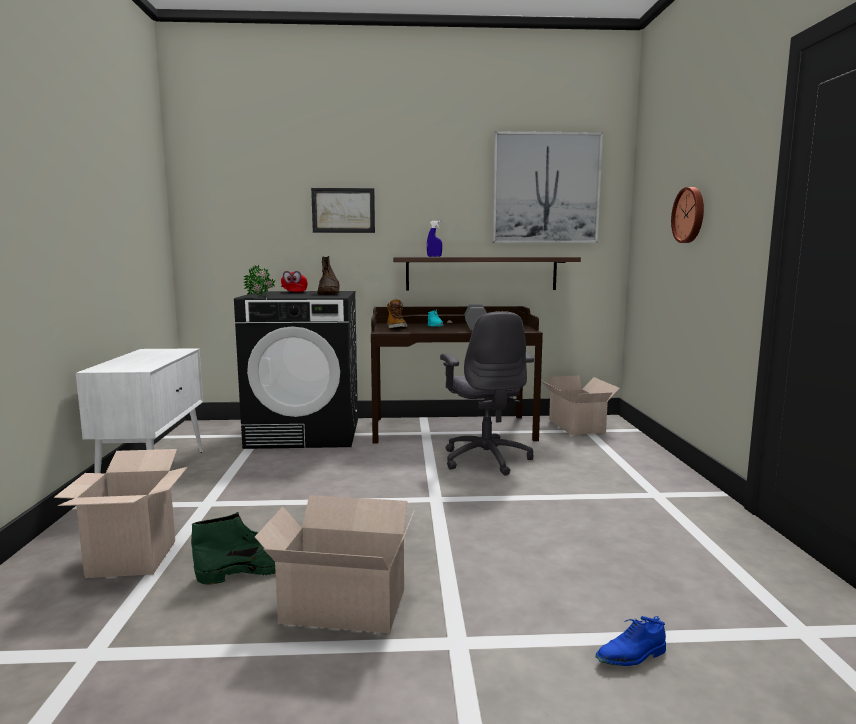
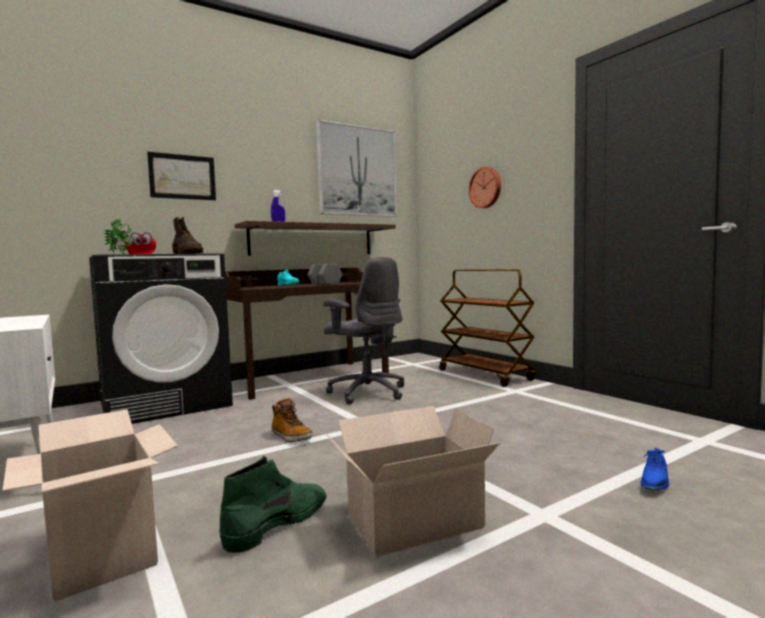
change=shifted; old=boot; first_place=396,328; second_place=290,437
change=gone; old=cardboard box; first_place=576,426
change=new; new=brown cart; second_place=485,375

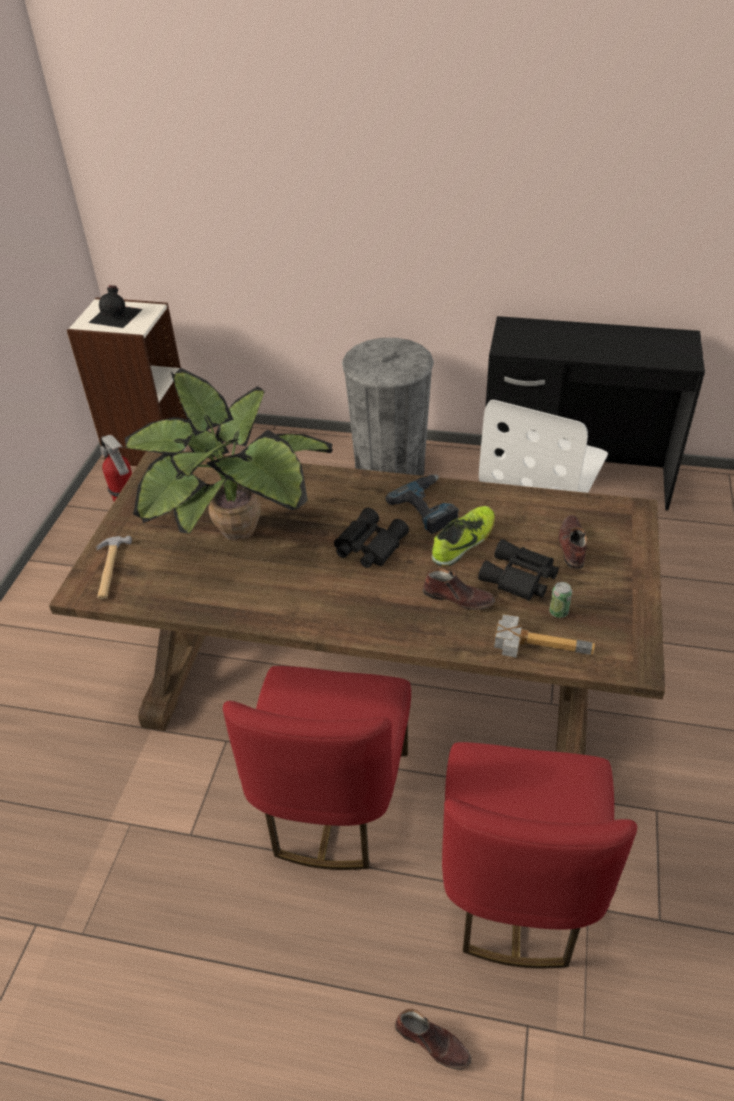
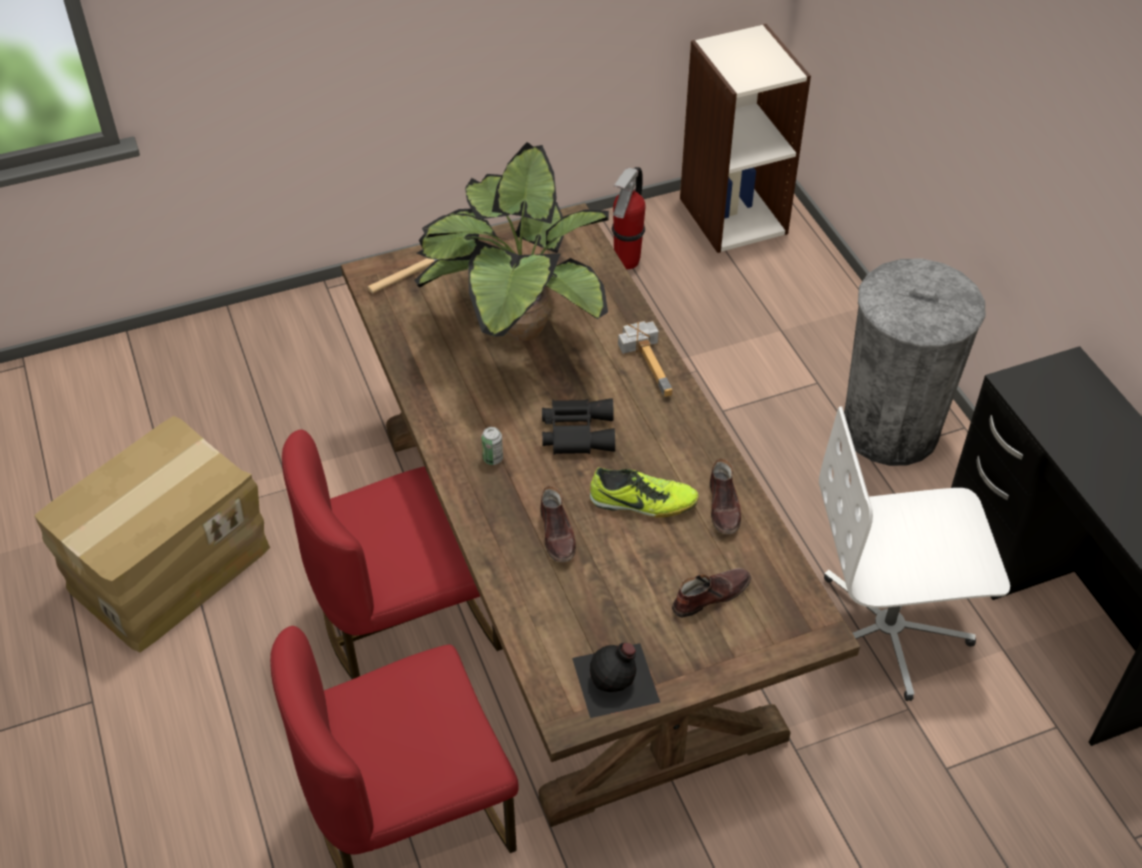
change=shifted; old=black bottle; first_place=116,315; second_place=617,680
change=gone; old=power drill; first_place=428,507
change=gone; old=black binoculars; first_place=519,578
change=shifted; old=can; first_place=558,612; second_place=493,458
change=shifted; old=hammer; first_place=540,642; second_place=653,362
change=shifted; old=brown shoe; first_place=433,1042; second_place=724,506
change=new; new=cardboard box; second_place=167,566

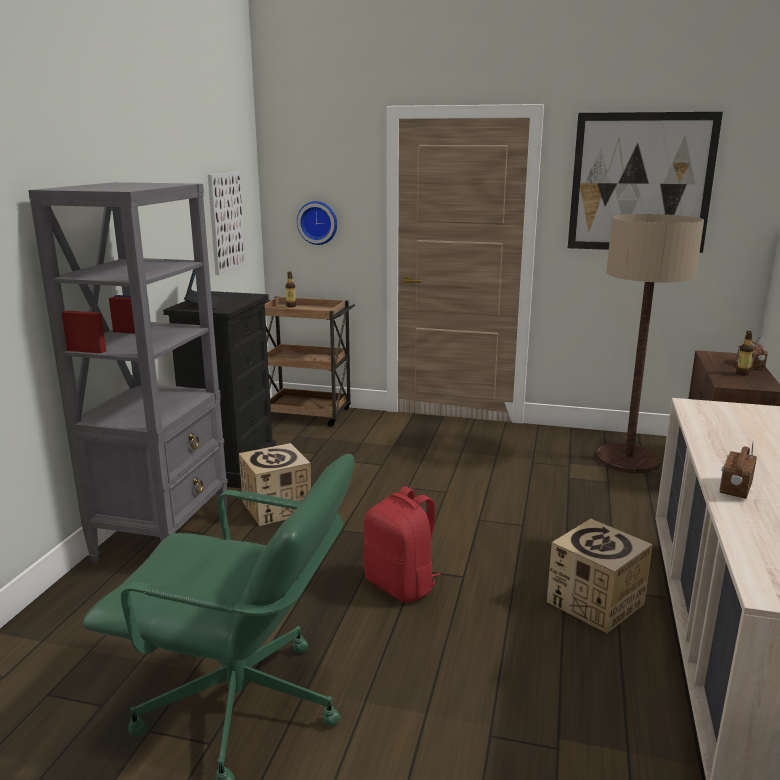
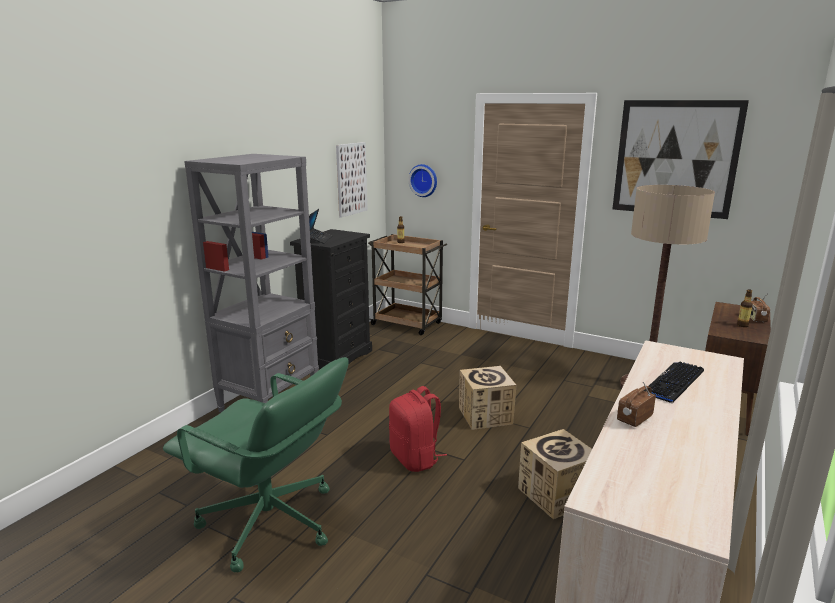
change=shifted; old=cardboard box; first_place=277,507; second_place=485,416
change=new; new=keyboard; second_place=673,382

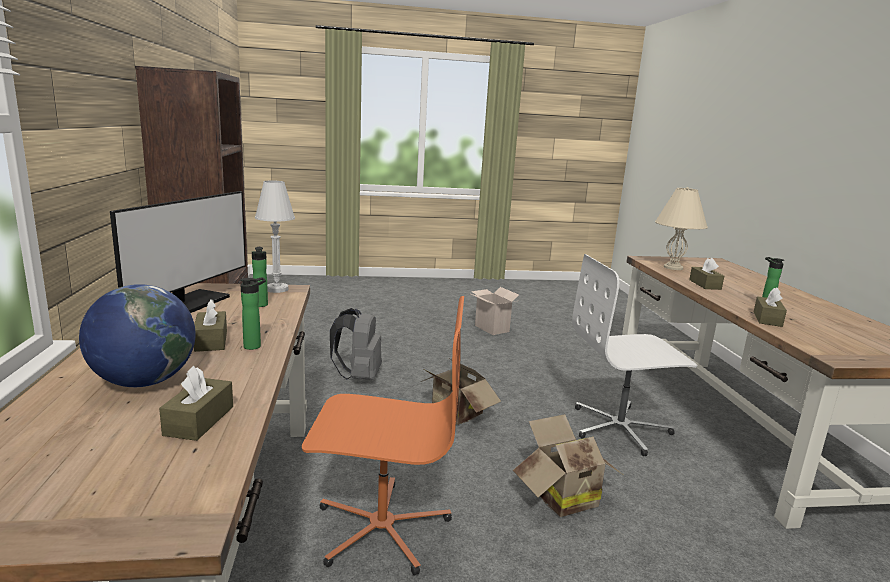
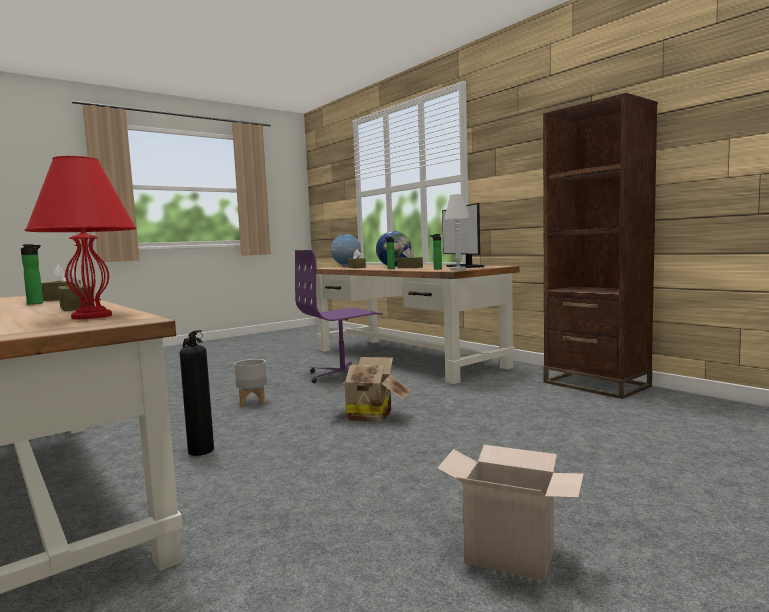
change=repainted; old=beige table lamp; new=red table lamp; first_place=672,267; second_place=92,316
change=swapped; old=white office chair; new=fire extinguisher; first_place=620,428; second_place=200,450
change=repainted; old=orange office chair; new=purple office chair; first_place=381,527; second_place=343,375
change=gone; old=grey backpack; first_place=359,376
change=swapped; old=cardboard box; new=grey planter; first_place=560,496; second_place=252,402
change=new; new=globe; second_place=346,266

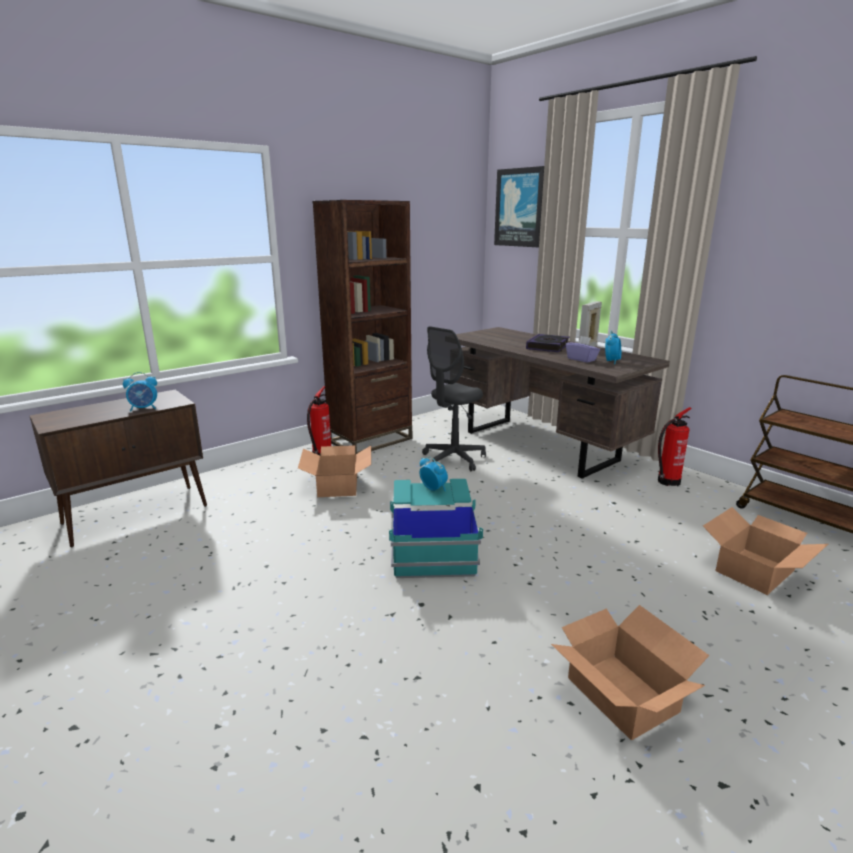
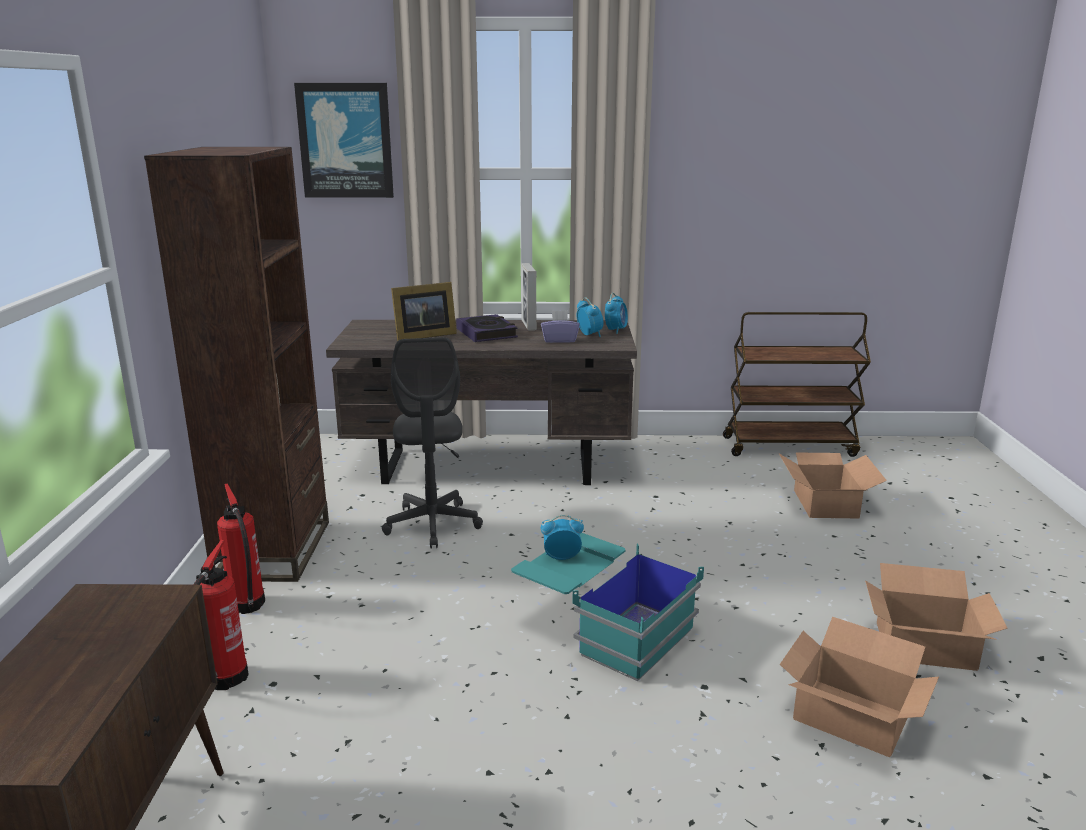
change=shifted; old=alarm clock; first_place=144,409; second_place=616,330
change=shifted; old=fire extinguisher; first_place=666,482; second_place=224,680
change=shifted; old=cardboard box; first_place=338,485; second_place=850,715
change=new; new=picture frame; second_place=422,336

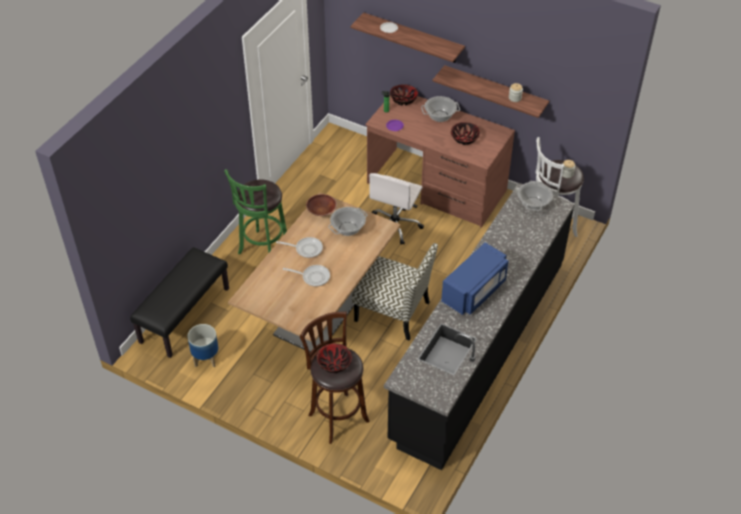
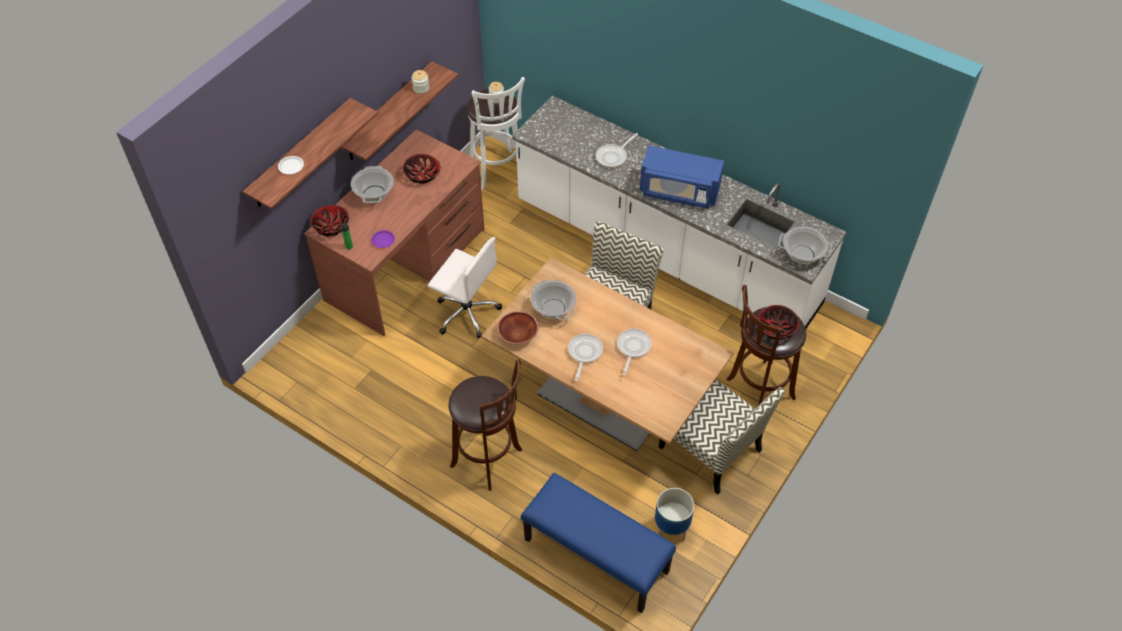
change=repainted; old=green stool; new=brown stool; first_place=263,251; second_place=489,460
change=shifted; old=cooking pot; first_place=533,204; second_place=802,254
change=repainted; old=black counter; new=white counter; first_place=478,348; second_place=665,254
change=rotated; old=blue microwave; first_place=474,291; second_place=679,192; degrees=150
change=repainted; old=black bench; new=blue bench; first_place=184,315; second_place=595,556
change=new; new=frying pan; second_place=613,156
change=new; new=chair; second_place=712,449

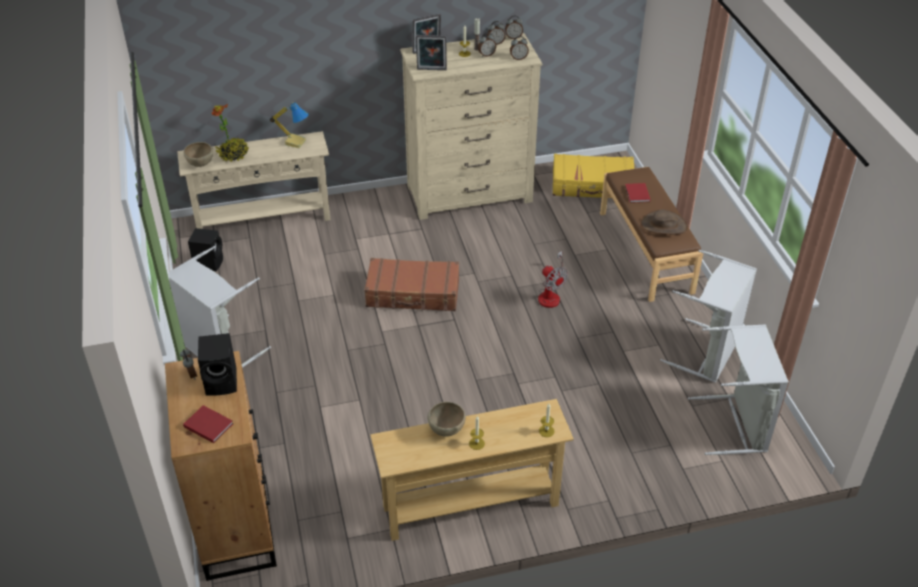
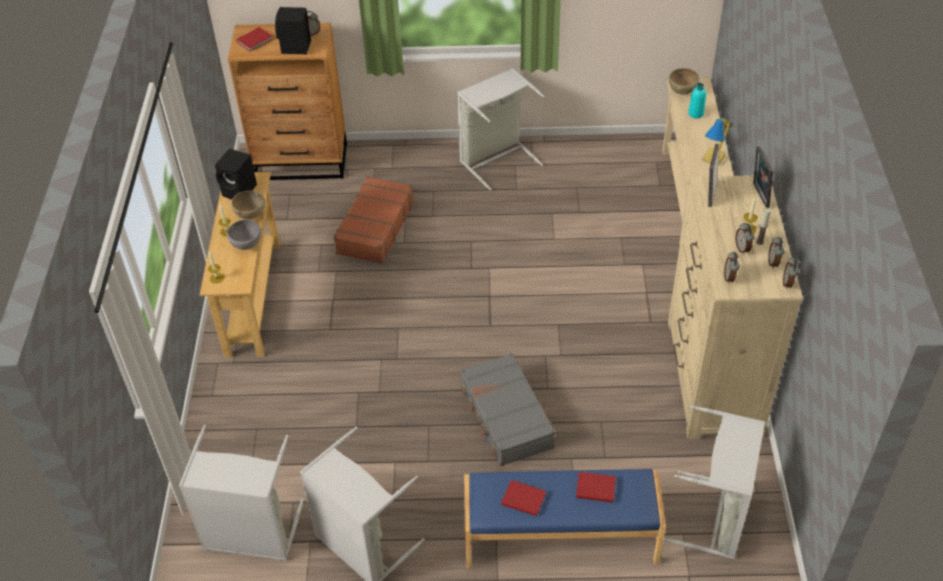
change=swapped; old=potted plant; new=turquoise bottle; first_place=233,155; second_place=696,113
change=swapped; old=yellow suitcase; new=grey laundry basket; first_place=592,185; second_place=716,517
change=repainted; old=brown bench; new=blue bench; first_place=646,251; second_place=560,539
change=swapped; old=brown hat; new=red book; first_place=664,225; second_place=522,498
change=shifted; old=black speaker; first_place=209,262; second_place=240,191
change=swapped; old=fan; new=grey suitcase; first_place=551,294; second_place=505,417
change=shifted; old=brown suitcase; first_place=413,293; second_place=374,228
change=new; new=grey bowl; second_place=247,245

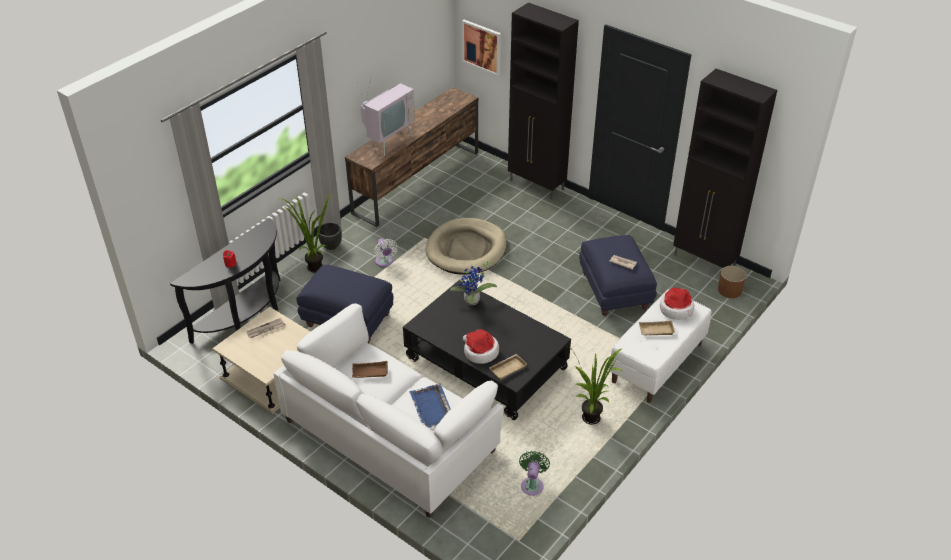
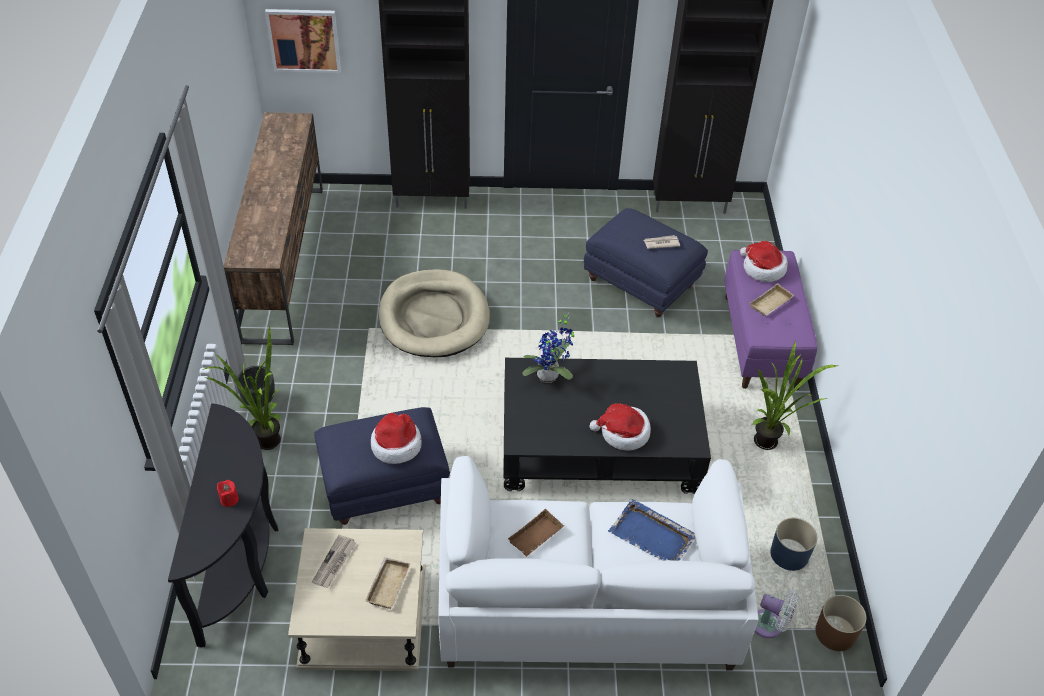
change=gone; old=television; first_place=389,141
change=shifted; old=white fan; first_place=385,262; second_place=770,625
change=shifted; old=brown planter; first_place=729,290; second_place=835,633
change=repainted; old=white bench; new=purple bench; first_place=657,363; second_place=761,341
change=shifted; old=beige tray; first_place=507,368; second_place=387,584
change=swapped; old=green fan; new=blue planter; first_place=532,484; second_place=789,555
change=new; new=hat; second_place=396,444

